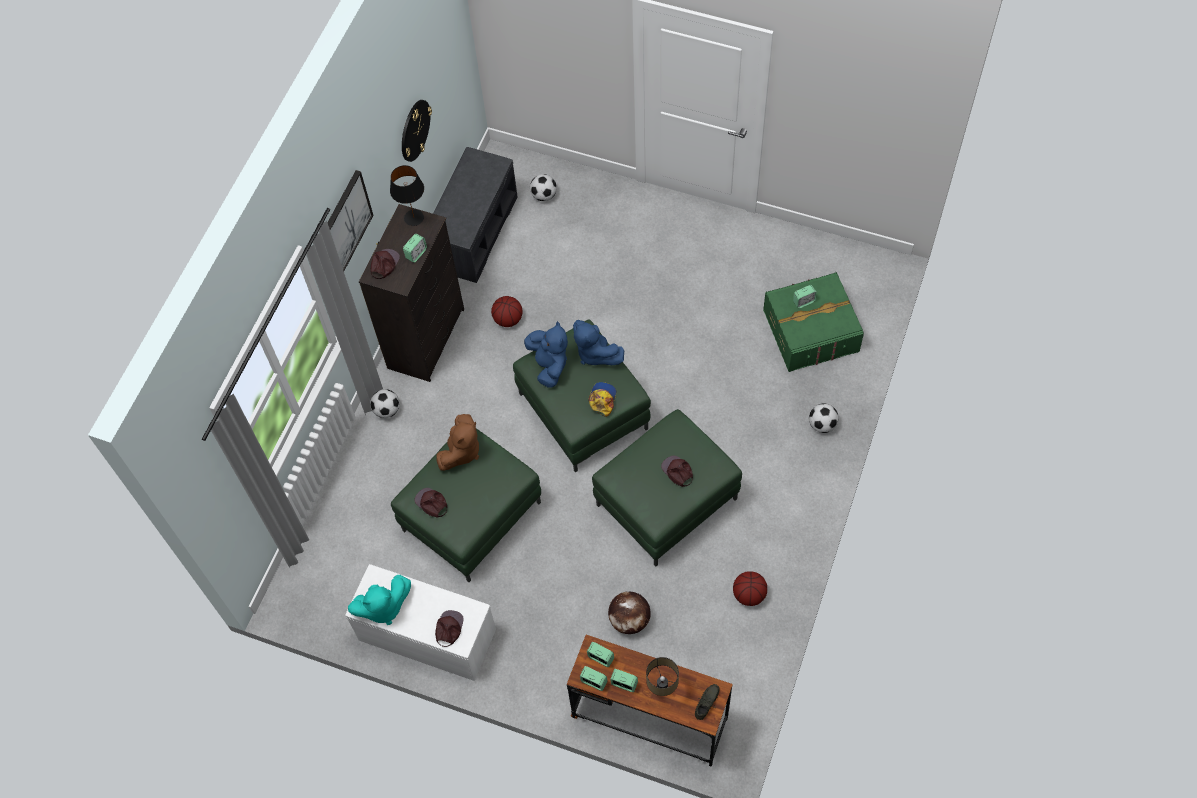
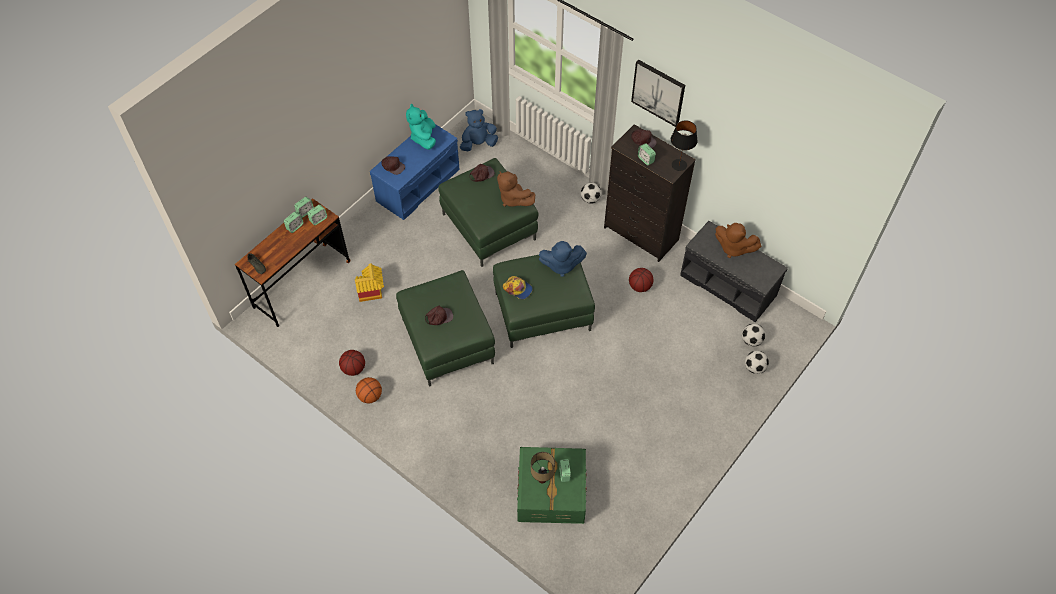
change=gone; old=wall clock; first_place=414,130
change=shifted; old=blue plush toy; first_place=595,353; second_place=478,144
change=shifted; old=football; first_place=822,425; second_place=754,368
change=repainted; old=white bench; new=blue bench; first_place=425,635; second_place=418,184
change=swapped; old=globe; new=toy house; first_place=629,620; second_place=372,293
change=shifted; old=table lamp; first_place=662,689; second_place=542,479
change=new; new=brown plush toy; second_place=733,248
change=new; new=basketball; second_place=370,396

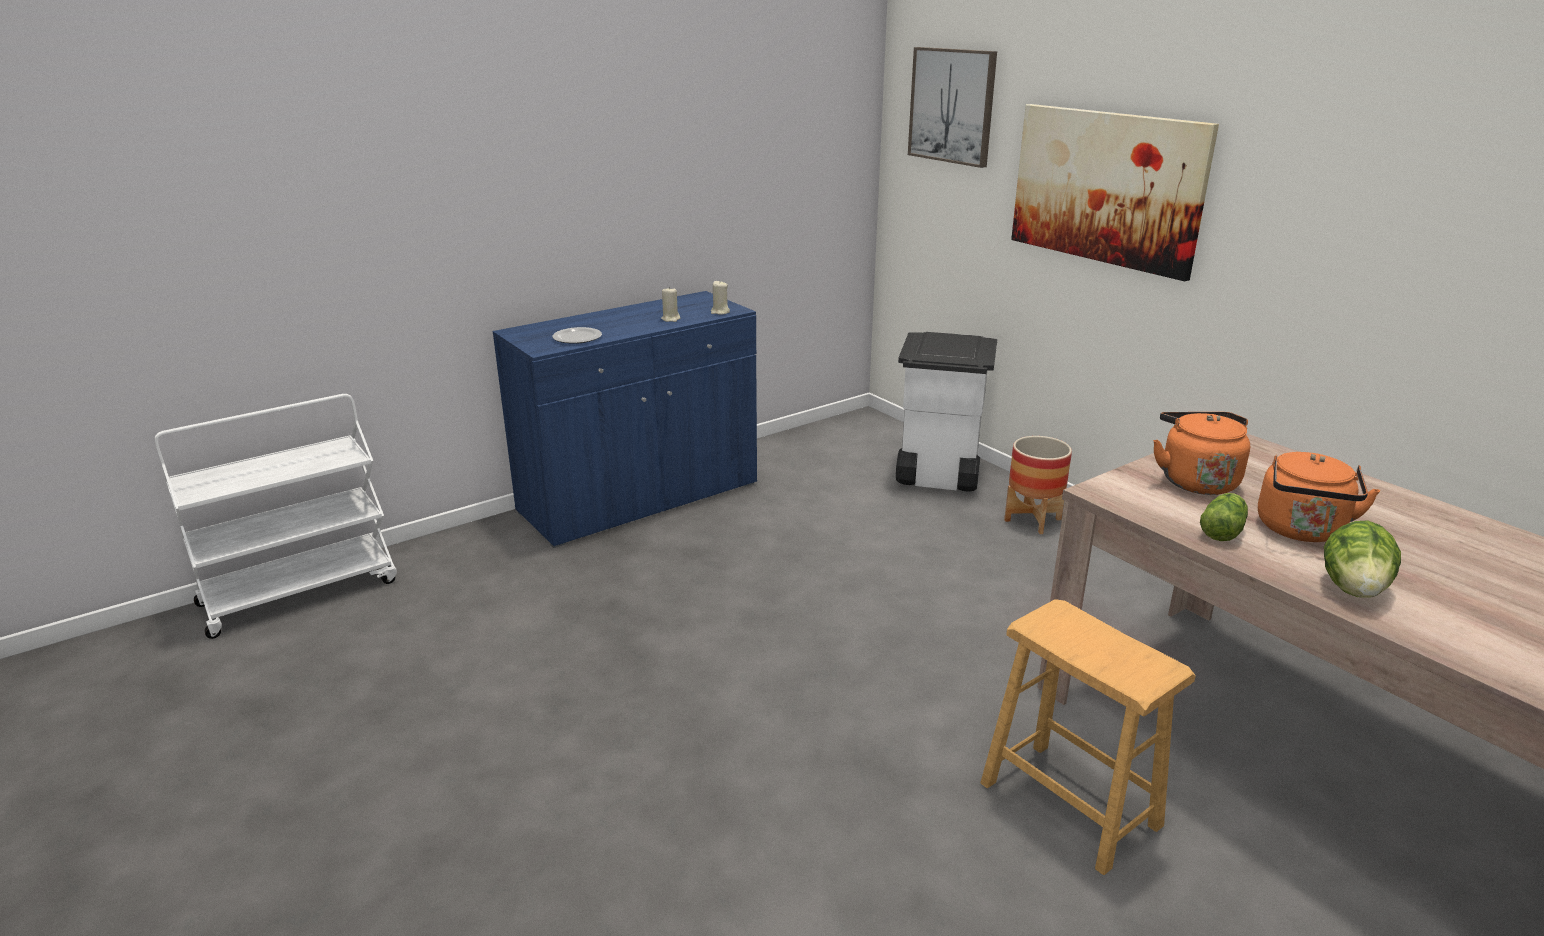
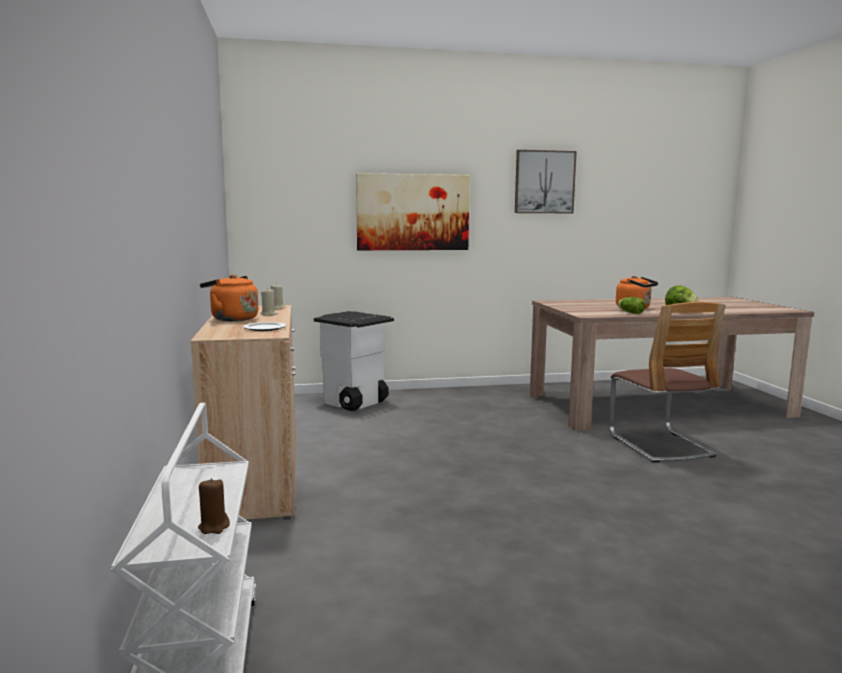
change=shifted; old=picture; first_place=952,106; second_place=544,182
change=repainted; old=blue cabinet; new=beige cabinet; first_place=640,498; second_place=257,477
change=shifted; old=orange kettle; first_place=1195,480; second_place=231,319
change=gone; old=planter; first_place=1032,520
change=swapped; old=brown stool; new=chair; first_place=1069,804; second_place=660,445
change=new; new=brown candle; second_place=214,527

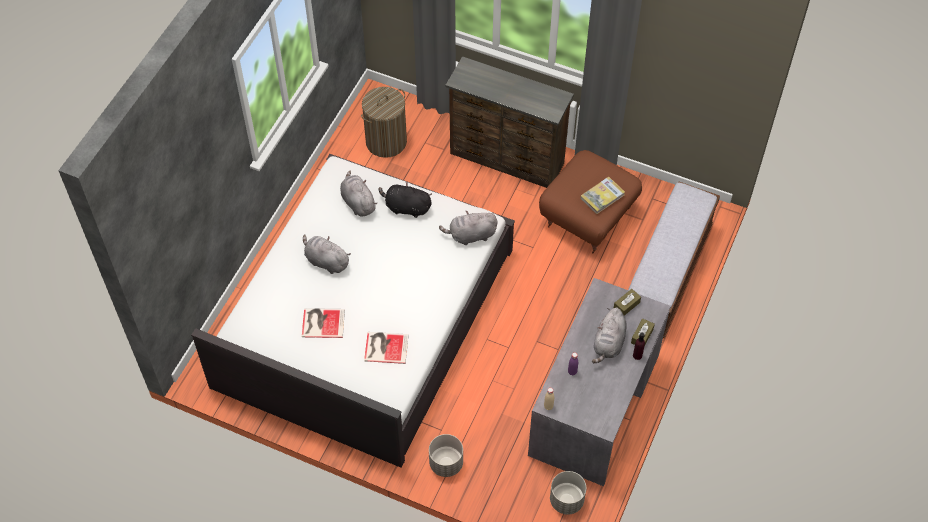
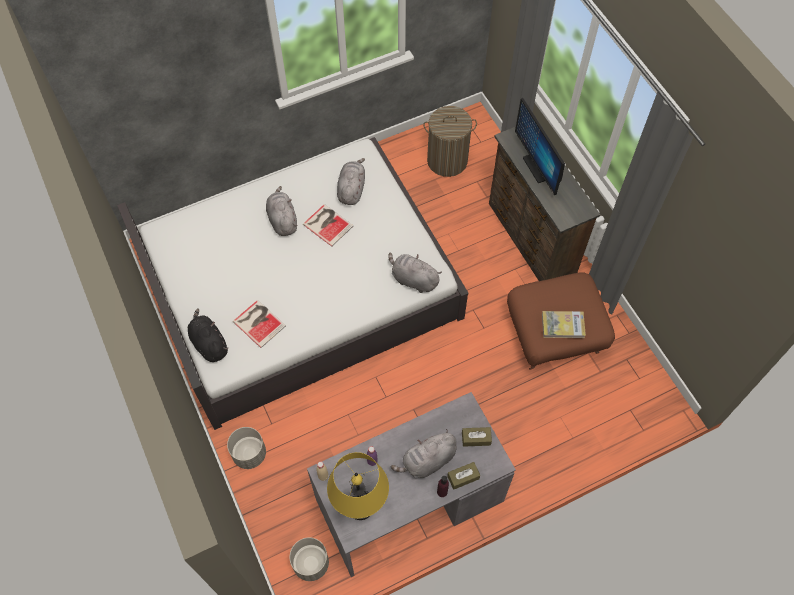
change=gone; old=bench; first_place=667,275
change=shifted; old=black plush toy; first_place=406,208; second_place=209,343
change=shifted; old=book; first_place=322,322; second_place=327,224
change=new; new=monitor; second_place=538,167
change=new; new=yellow table lamp; second_place=360,507

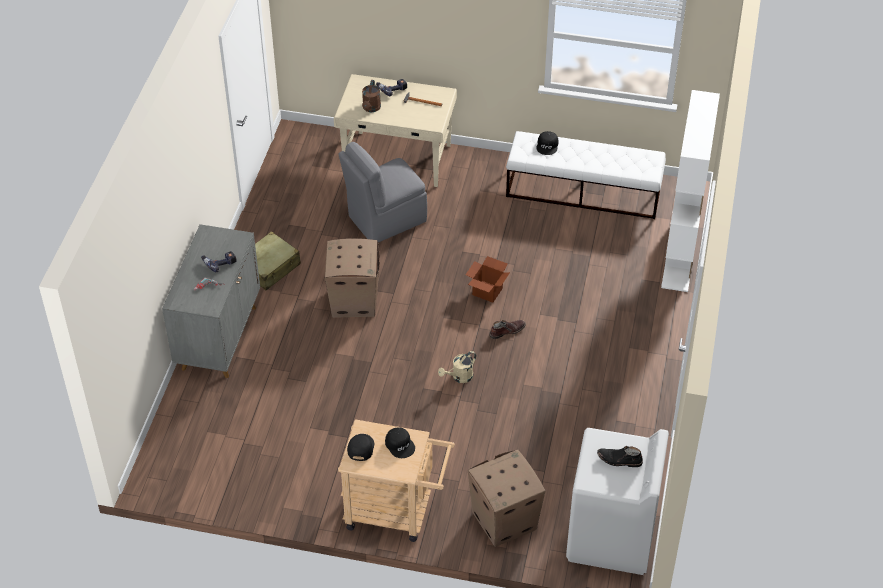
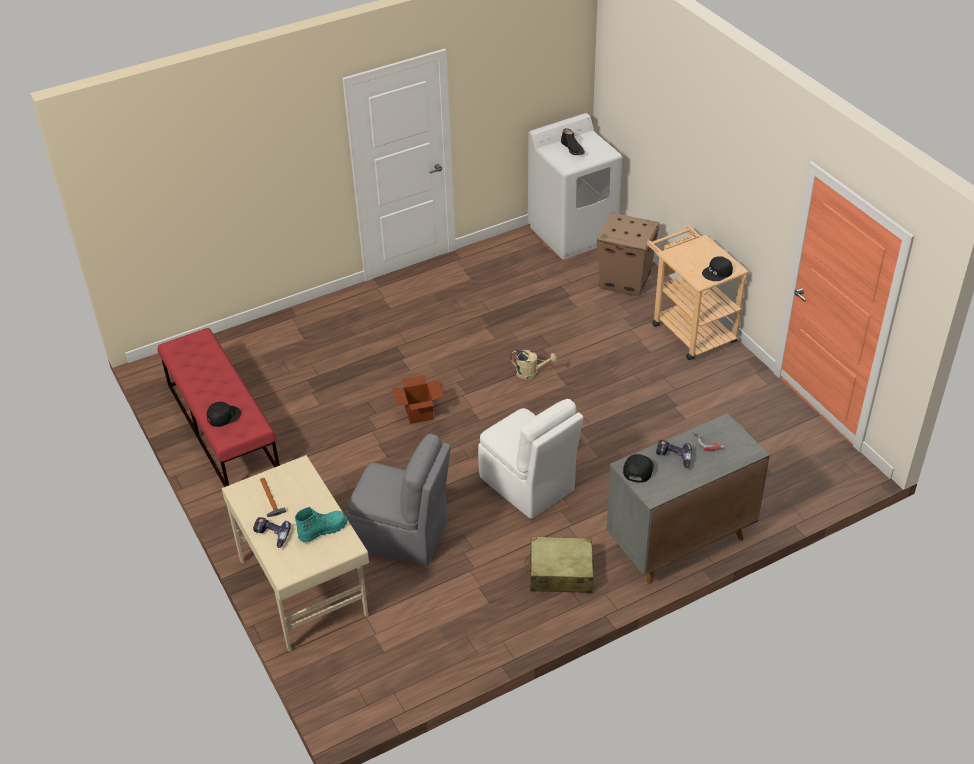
change=swapped; old=brown watering can; new=turquoise boot; first_place=371,108; second_place=322,530
change=gone; old=white bookcase; first_place=680,256
change=repainted; old=white bench; new=red bench; first_place=584,192; second_place=222,428
change=swapped; old=cardboard box; new=white chair; first_place=354,301; second_place=528,485
change=gone; old=brown boot; first_place=507,331
change=shifted; old=black cap; first_place=400,444; second_place=637,469

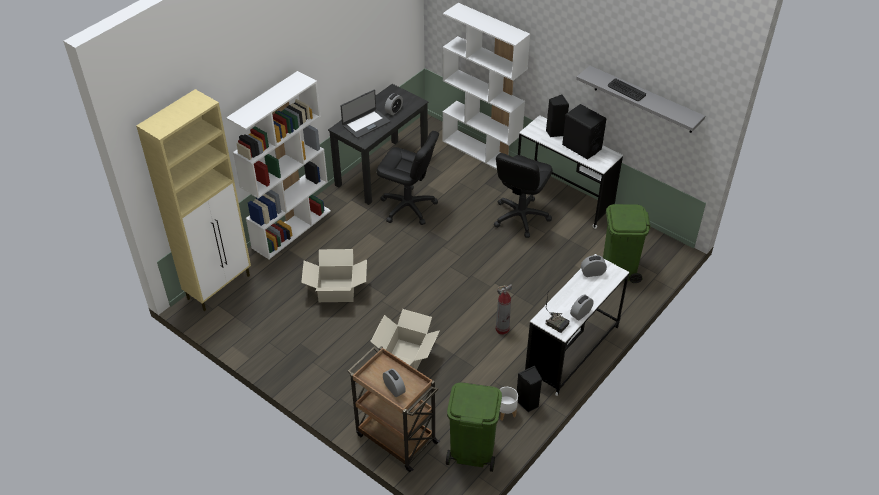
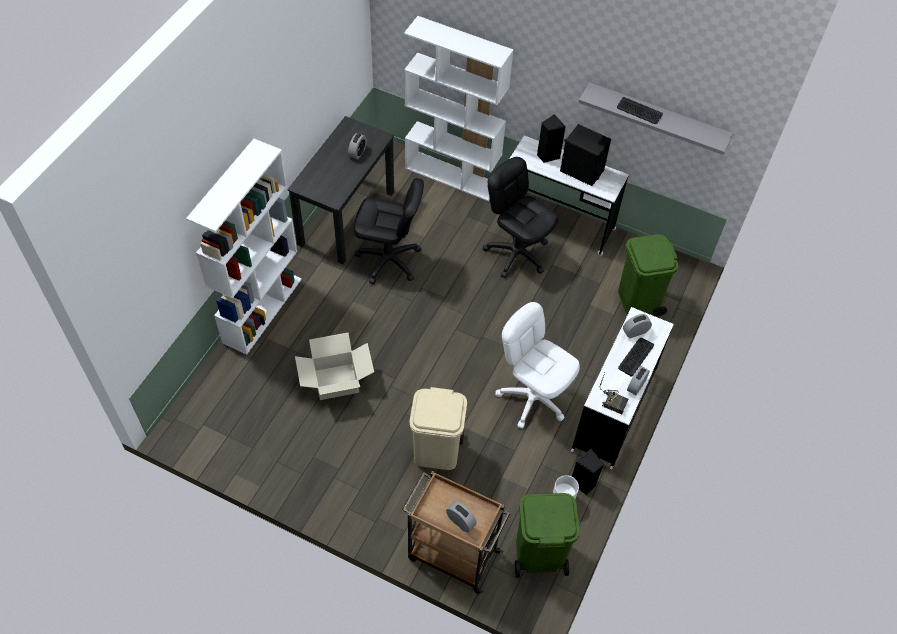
change=gone; old=beige cabinet; first_place=219,286
change=gone; old=laptop; first_place=366,123
change=rotated; old=black office chair; first_place=520,217; second_place=517,253; degrees=120
change=swapped; old=fire extinguisher; new=white office chair; first_place=502,329; second_place=533,397
change=swapped; old=cardboard box; new=beige trash can; first_place=406,356; second_place=437,451
change=new; new=keyboard; second_place=635,356

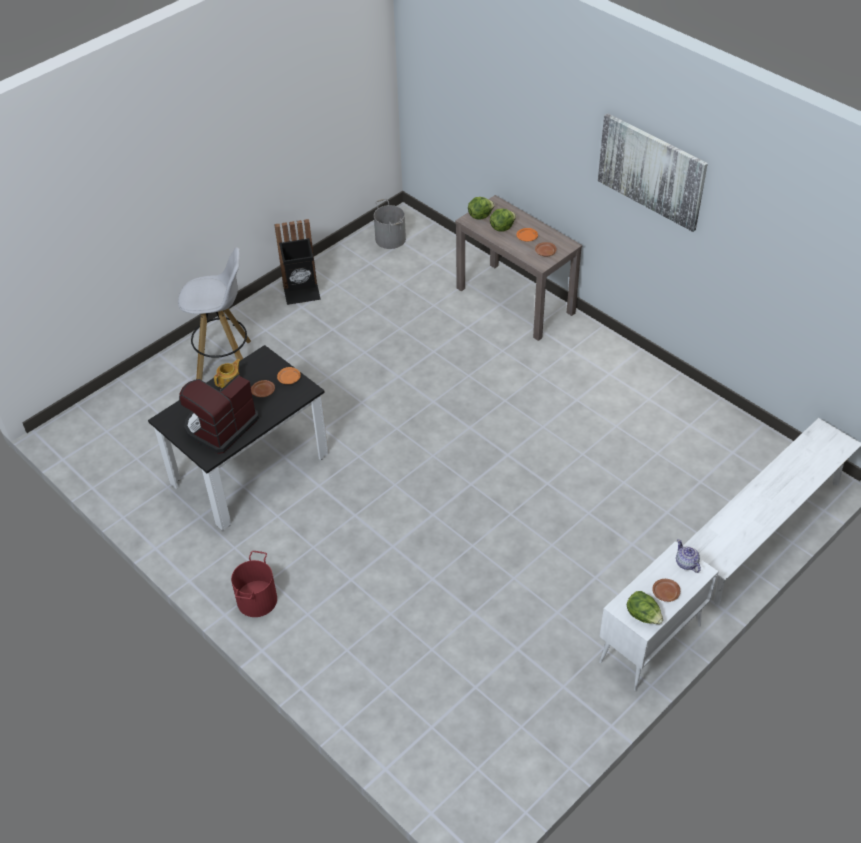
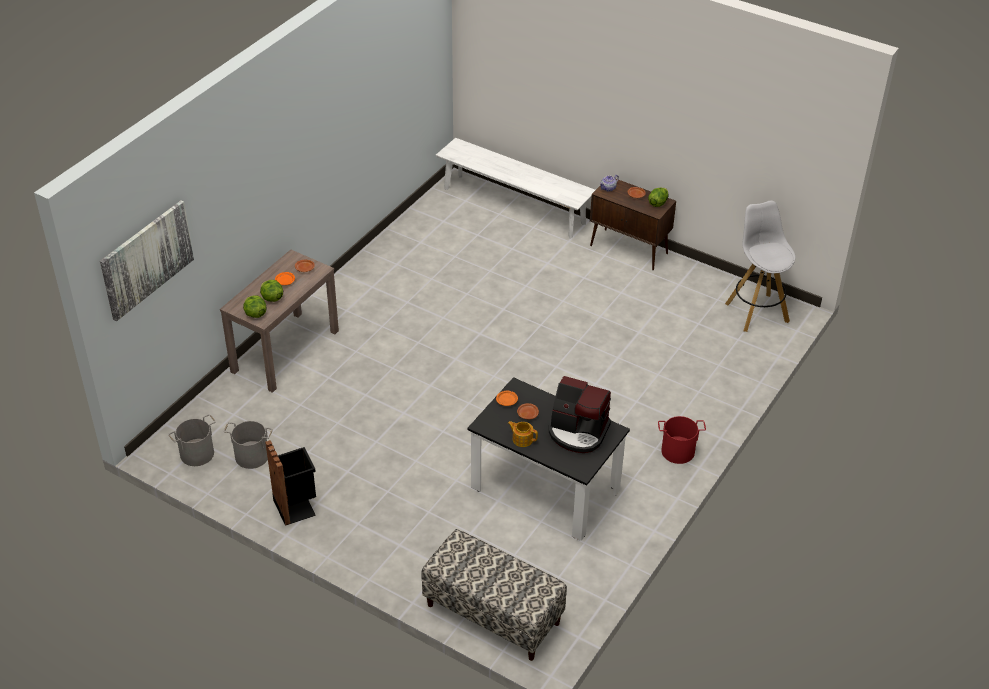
change=shifted; old=picture; first_place=651,171; second_place=147,259
change=shifted; old=white stool; first_place=225,361; second_place=756,312
change=repainted; old=white cabinet; new=brown cabinet; first_place=649,644; second_place=629,250
change=new; new=grey bucket; second_place=251,456
change=new; new=bench; second_place=492,614

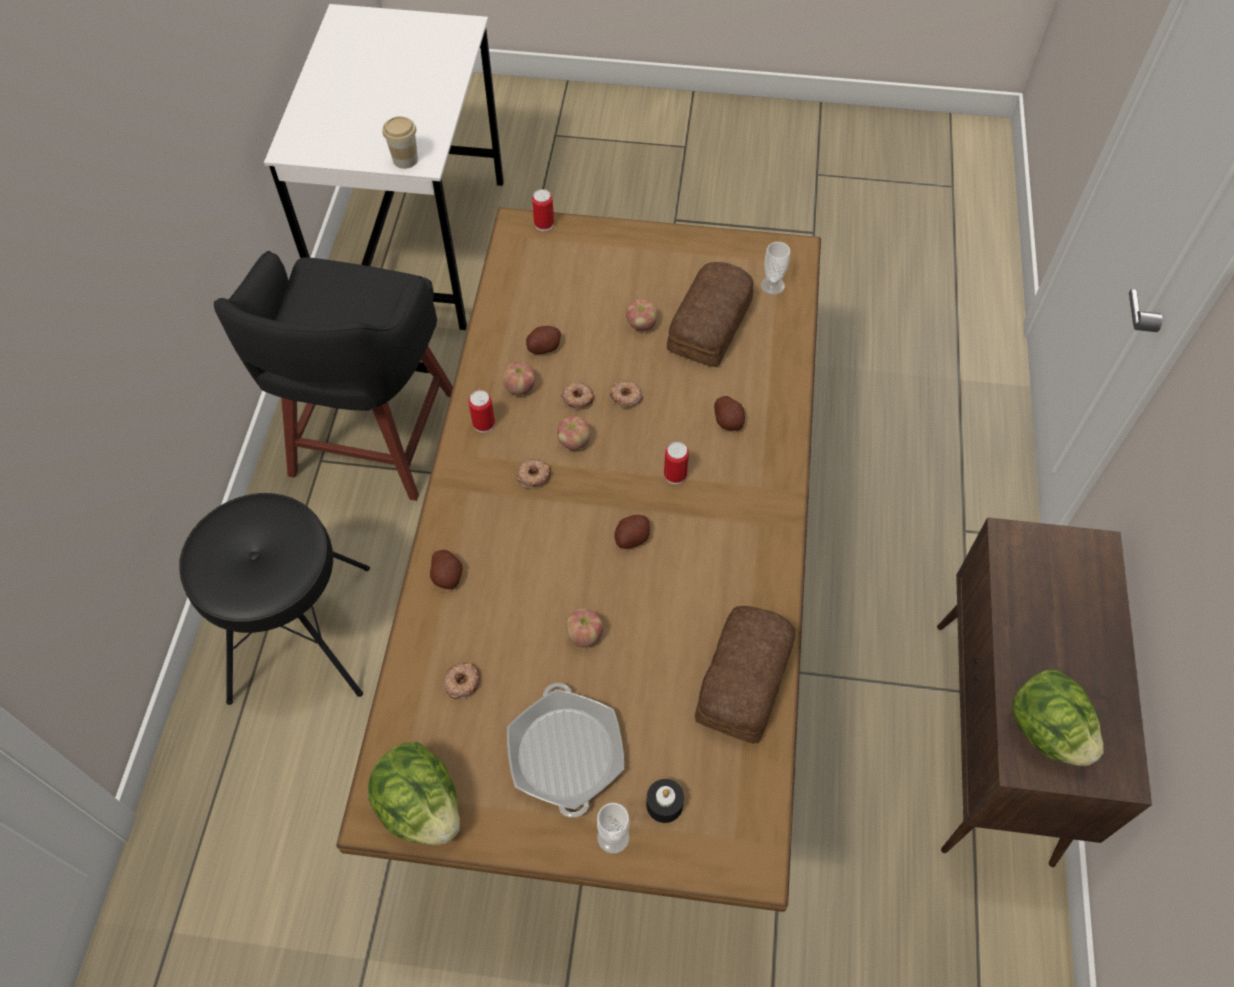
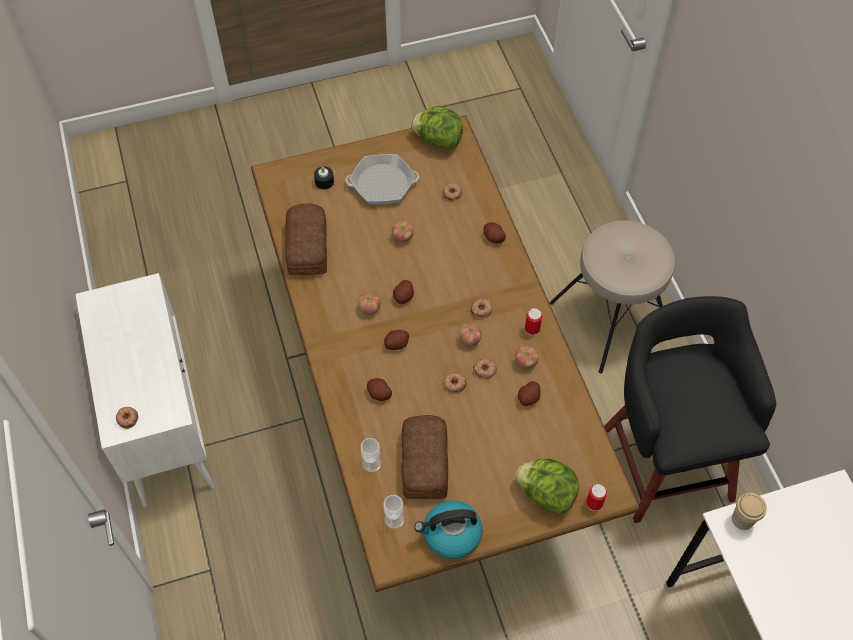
change=shifted; old=apple; first_place=641,324; second_place=369,309
change=swapped; old=can; new=potato; first_place=675,475; second_place=396,344
change=repainted; old=black stool; new=beige stool; first_place=298,633; second_place=611,319
change=repainted; old=brown cabinet; new=white cabinet; first_place=992,742; second_place=164,425
change=shifted; old=lettuce; first_place=1046,731; second_place=546,493
change=rotated; old=frying pan; first_place=565,754; second_place=382,184; degrees=-60
change=shifted; old=cup; first_place=613,837; second_place=371,463
change=new; new=donut; second_place=127,418
change=new; new=kettle; second_place=451,534

